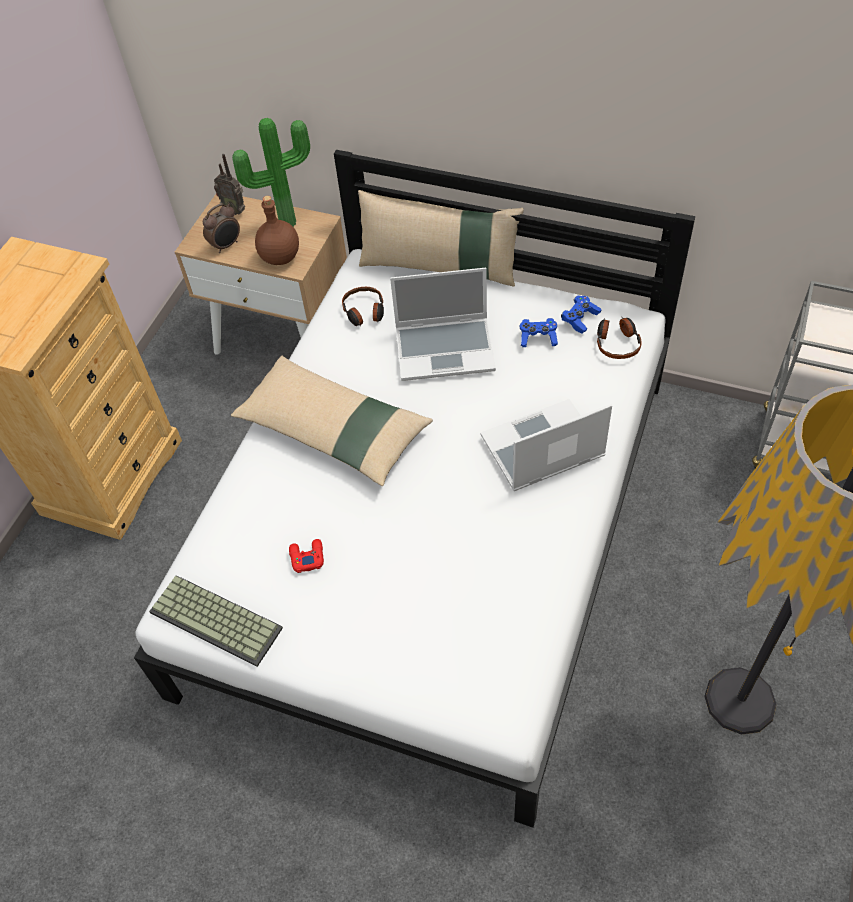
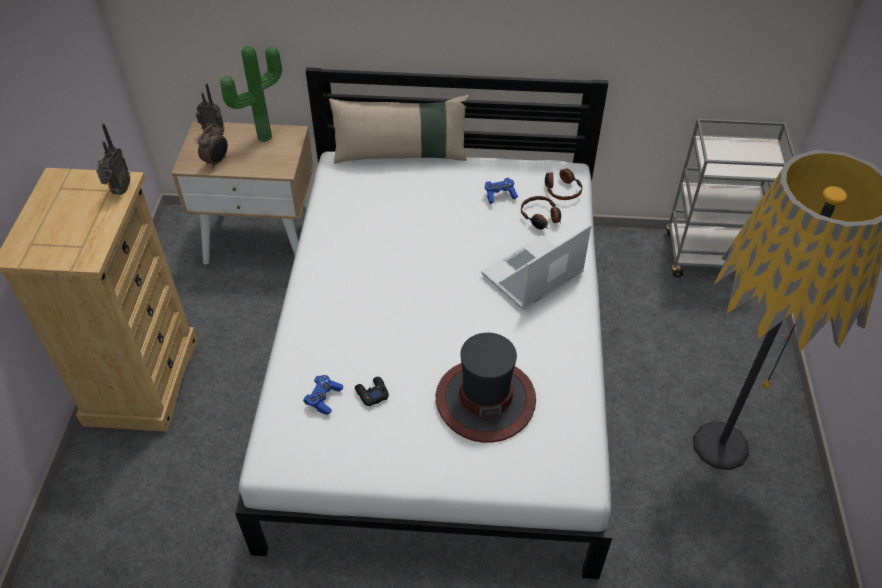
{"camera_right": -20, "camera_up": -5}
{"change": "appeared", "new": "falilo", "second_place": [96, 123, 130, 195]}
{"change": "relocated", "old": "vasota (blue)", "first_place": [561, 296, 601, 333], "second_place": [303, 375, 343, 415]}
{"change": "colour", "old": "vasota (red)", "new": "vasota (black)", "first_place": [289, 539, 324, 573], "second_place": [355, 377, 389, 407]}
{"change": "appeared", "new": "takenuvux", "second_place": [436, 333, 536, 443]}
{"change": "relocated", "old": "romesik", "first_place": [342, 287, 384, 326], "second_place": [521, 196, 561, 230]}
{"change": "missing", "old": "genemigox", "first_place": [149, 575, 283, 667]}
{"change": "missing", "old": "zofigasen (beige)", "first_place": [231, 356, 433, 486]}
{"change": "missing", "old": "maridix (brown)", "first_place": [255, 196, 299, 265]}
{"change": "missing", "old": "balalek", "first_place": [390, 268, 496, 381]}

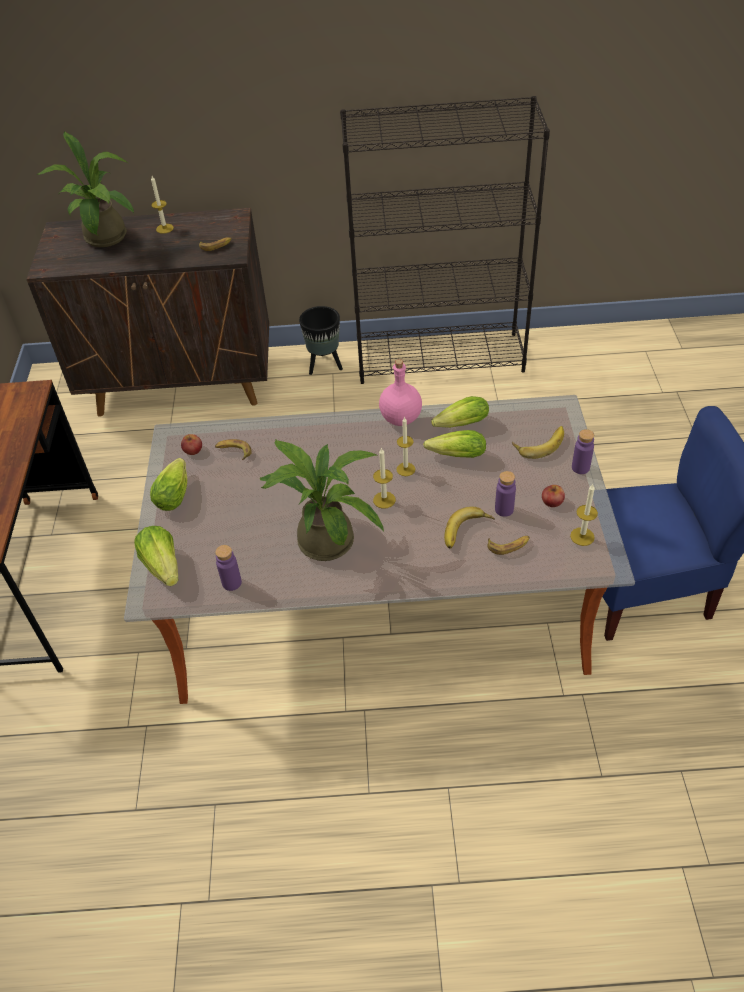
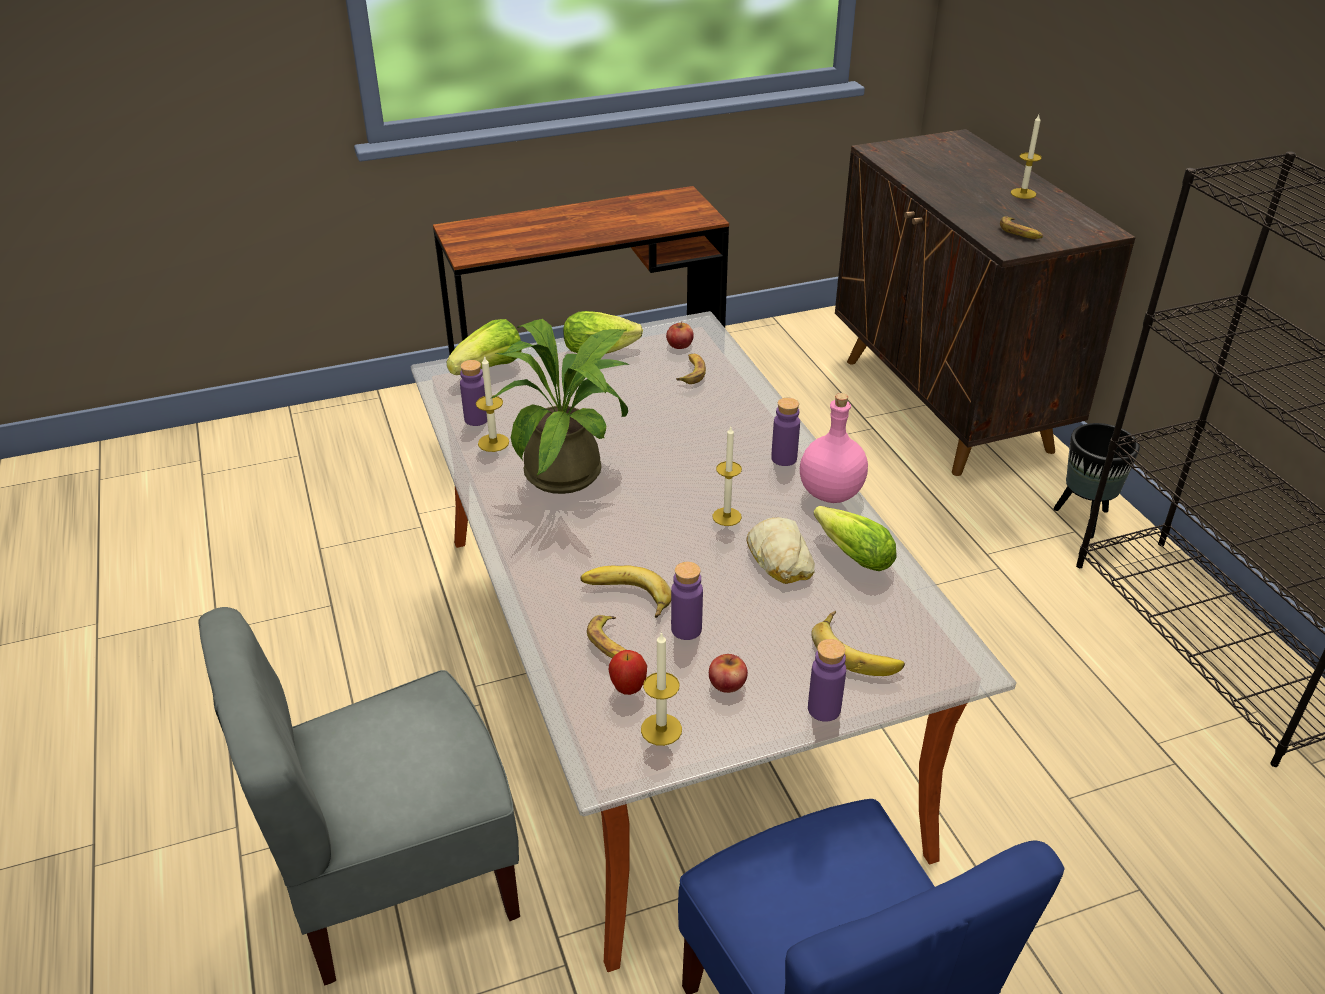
{"camera_right": 70, "camera_up": -10}
{"change": "appeared", "new": "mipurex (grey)", "second_place": [198, 607, 520, 986]}
{"change": "relocated", "old": "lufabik", "first_place": [373, 447, 396, 509], "second_place": [476, 355, 509, 452]}
{"change": "appeared", "new": "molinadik", "second_place": [609, 650, 647, 695]}
{"change": "exchanged", "old": "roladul", "new": "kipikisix", "first_place": [423, 430, 486, 458], "second_place": [746, 517, 815, 584]}
{"change": "appeared", "new": "maridix (purple)", "second_place": [771, 398, 800, 466]}
{"change": "missing", "old": "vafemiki", "first_place": [36, 132, 134, 247]}

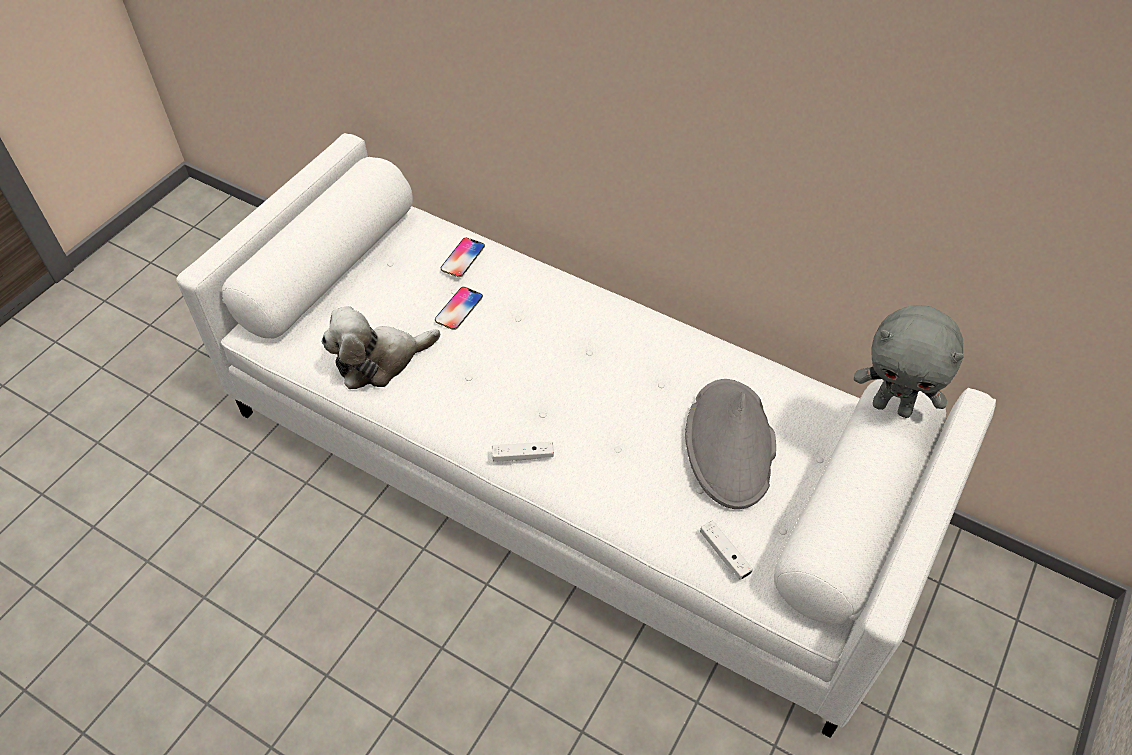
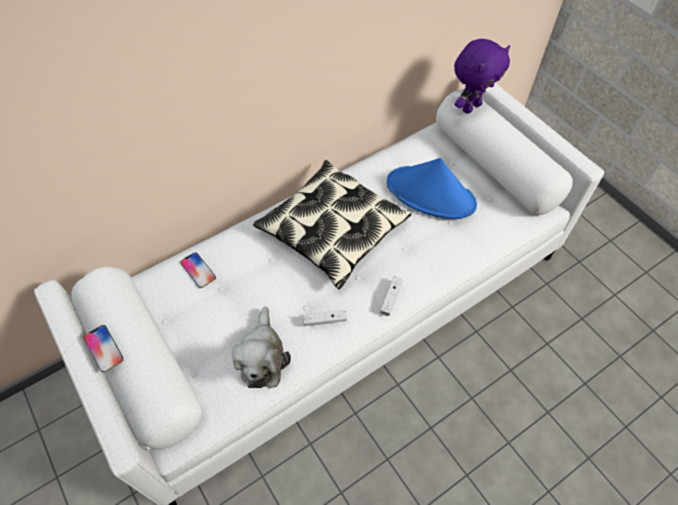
{"camera_right": -65, "camera_up": 5}
{"change": "relocated", "old": "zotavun", "first_place": [435, 287, 483, 330], "second_place": [83, 325, 124, 373]}
{"change": "appeared", "new": "zofigasen", "second_place": [253, 160, 411, 289]}
{"change": "relocated", "old": "vasota (white)", "first_place": [700, 521, 753, 580], "second_place": [303, 310, 347, 326]}
{"change": "colour", "old": "takenuvux (grey)", "new": "takenuvux (blue)", "first_place": [685, 379, 776, 509], "second_place": [387, 158, 477, 219]}
{"change": "colour", "old": "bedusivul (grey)", "new": "bedusivul (purple)", "first_place": [854, 305, 964, 418], "second_place": [454, 39, 510, 114]}

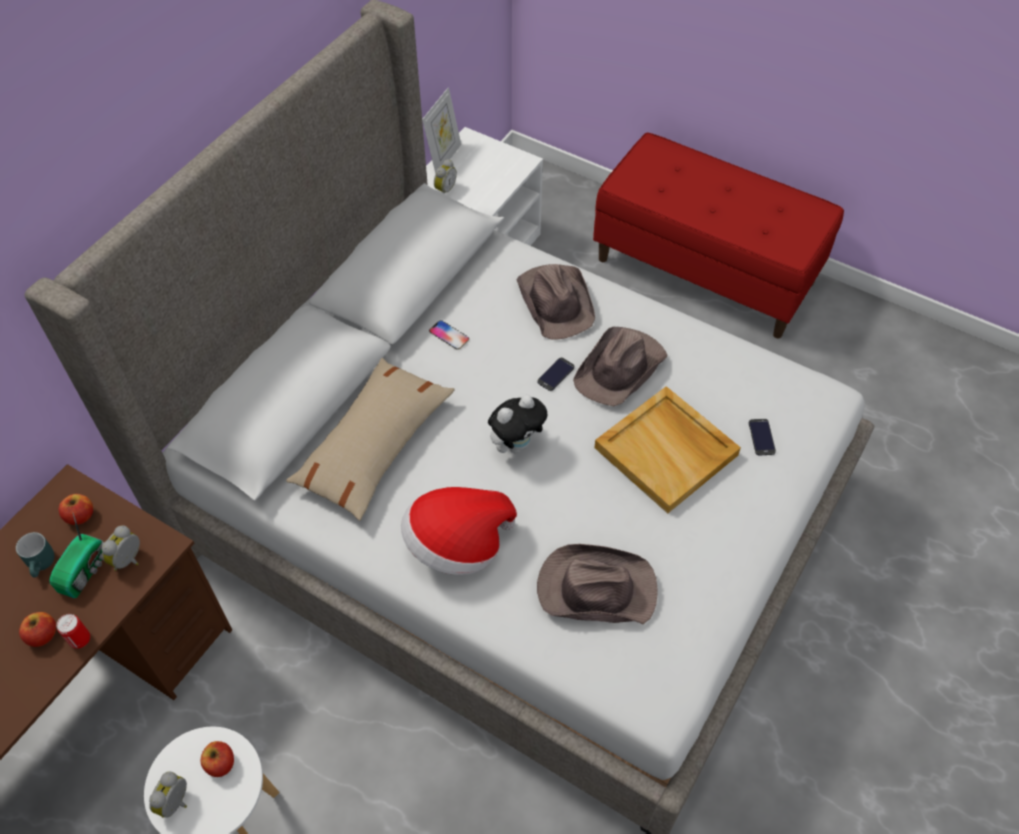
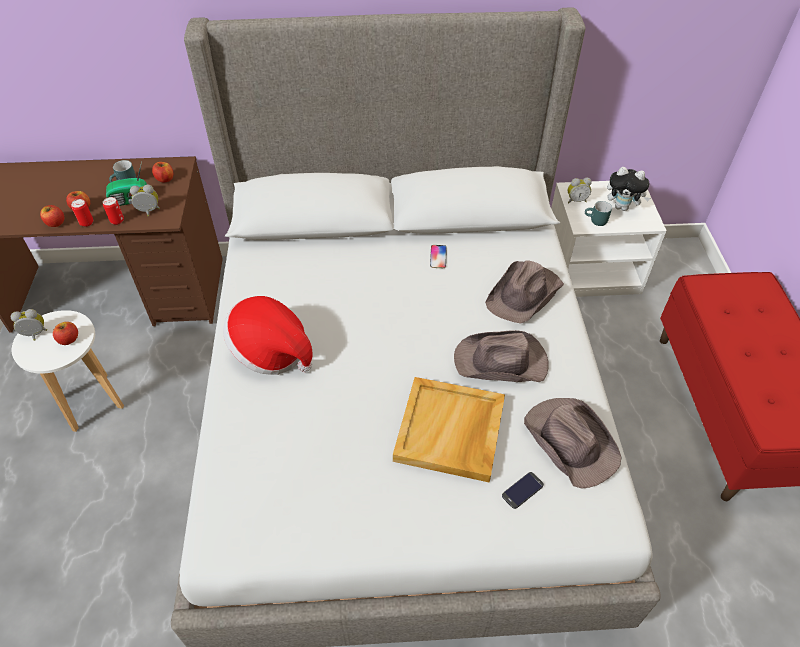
{"camera_right": 55, "camera_up": -5}
{"change": "appeared", "new": "molinadik", "second_place": [40, 205, 64, 227]}
{"change": "appeared", "new": "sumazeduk", "second_place": [103, 197, 124, 225]}
{"change": "relocated", "old": "takenuvux (brown)", "first_place": [537, 544, 657, 624], "second_place": [524, 398, 622, 489]}
{"change": "appeared", "new": "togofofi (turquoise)", "second_place": [585, 201, 612, 226]}
{"change": "relocated", "old": "bedusivul", "first_place": [488, 395, 547, 453], "second_place": [607, 167, 651, 211]}
{"change": "missing", "old": "zofigasen (beige)", "first_place": [286, 358, 454, 521]}
{"change": "missing", "old": "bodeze", "first_place": [422, 87, 461, 172]}
{"change": "missing", "old": "zotavun", "first_place": [537, 357, 575, 391]}

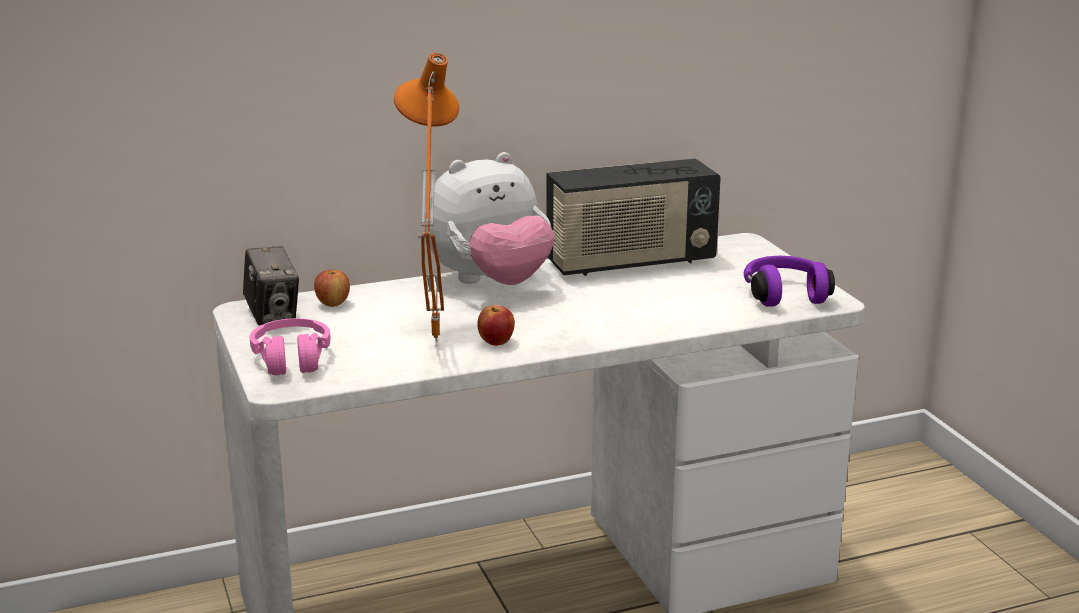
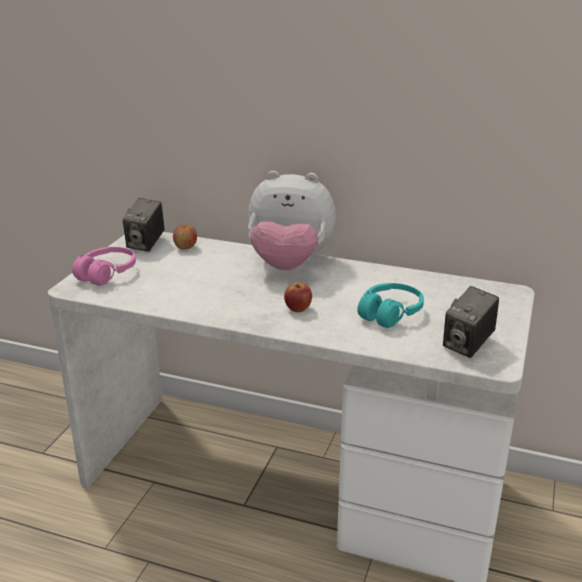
{"camera_right": 40, "camera_up": 5}
{"change": "relocated", "old": "molinadik", "first_place": [478, 305, 515, 346], "second_place": [284, 282, 312, 312]}
{"change": "appeared", "new": "romesik (turquoise)", "second_place": [357, 283, 424, 328]}
{"change": "exchanged", "old": "romesik (purple)", "new": "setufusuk", "first_place": [744, 256, 835, 307], "second_place": [443, 286, 499, 358]}
{"change": "missing", "old": "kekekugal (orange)", "first_place": [394, 53, 459, 344]}
{"change": "missing", "old": "falilo", "first_place": [546, 159, 721, 276]}

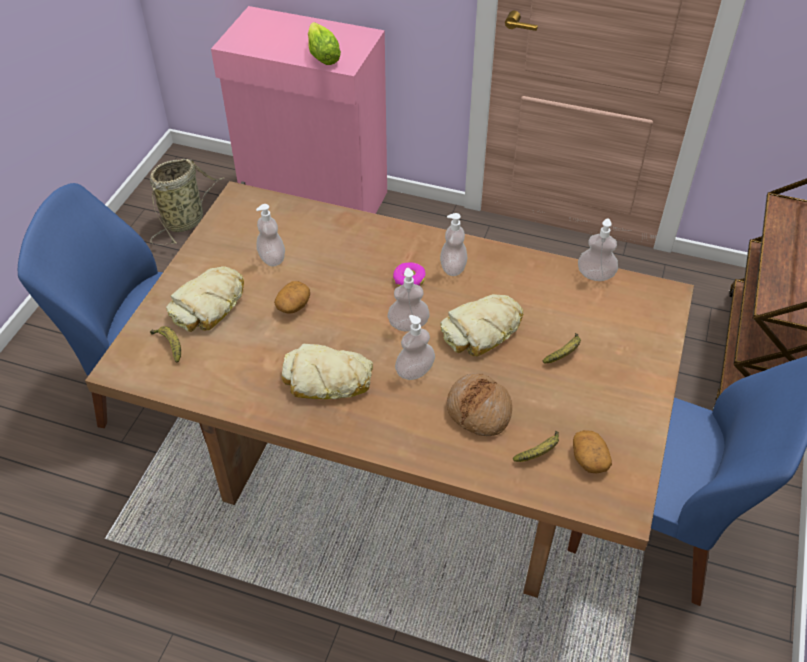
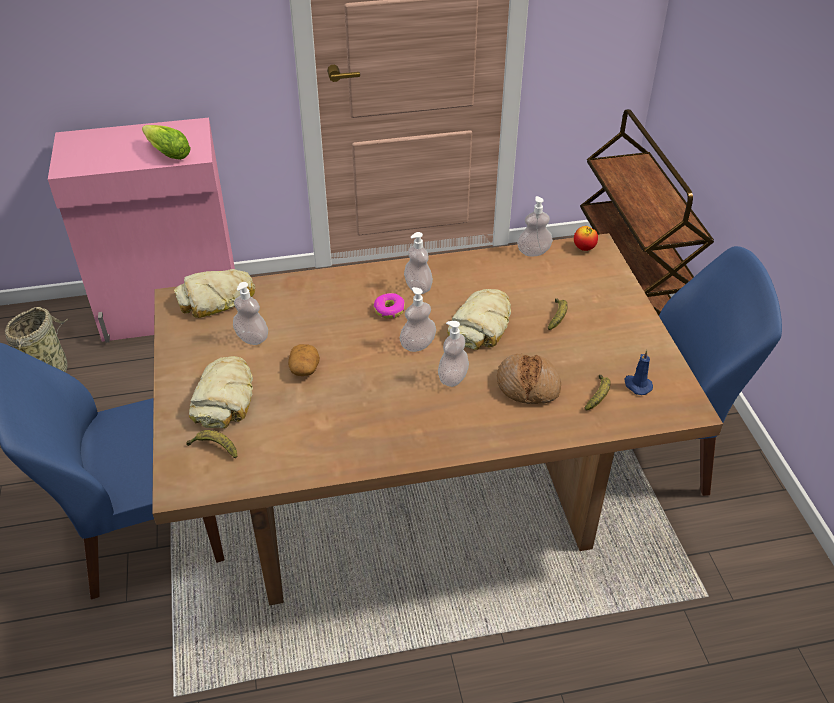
{"camera_right": -30, "camera_up": -5}
{"change": "relocated", "old": "kipikisix", "first_place": [282, 344, 373, 399], "second_place": [174, 269, 255, 318]}
{"change": "appeared", "new": "molinadik", "second_place": [574, 226, 598, 251]}
{"change": "exchanged", "old": "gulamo", "new": "lufabik (blue)", "first_place": [573, 430, 612, 474], "second_place": [625, 350, 653, 395]}

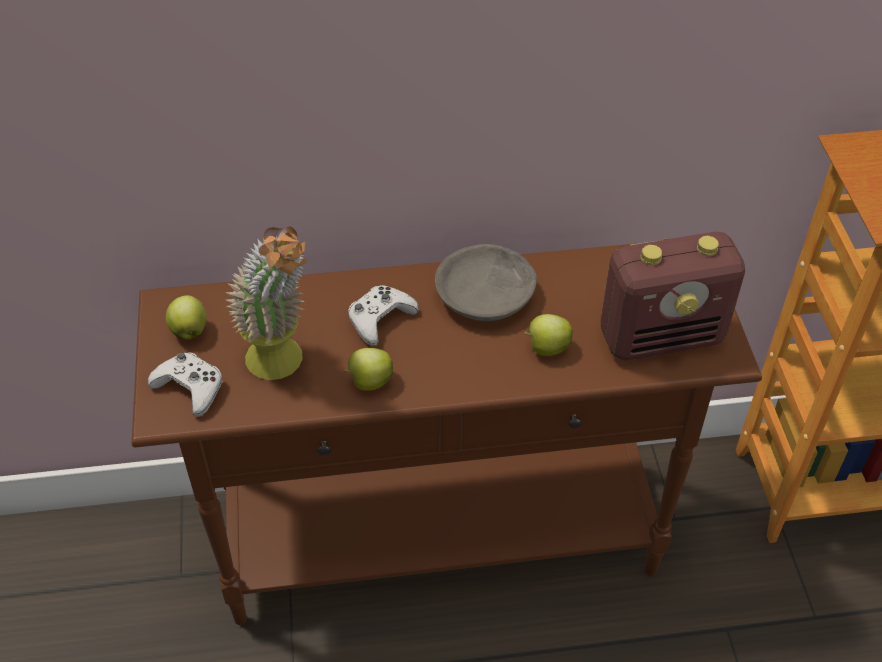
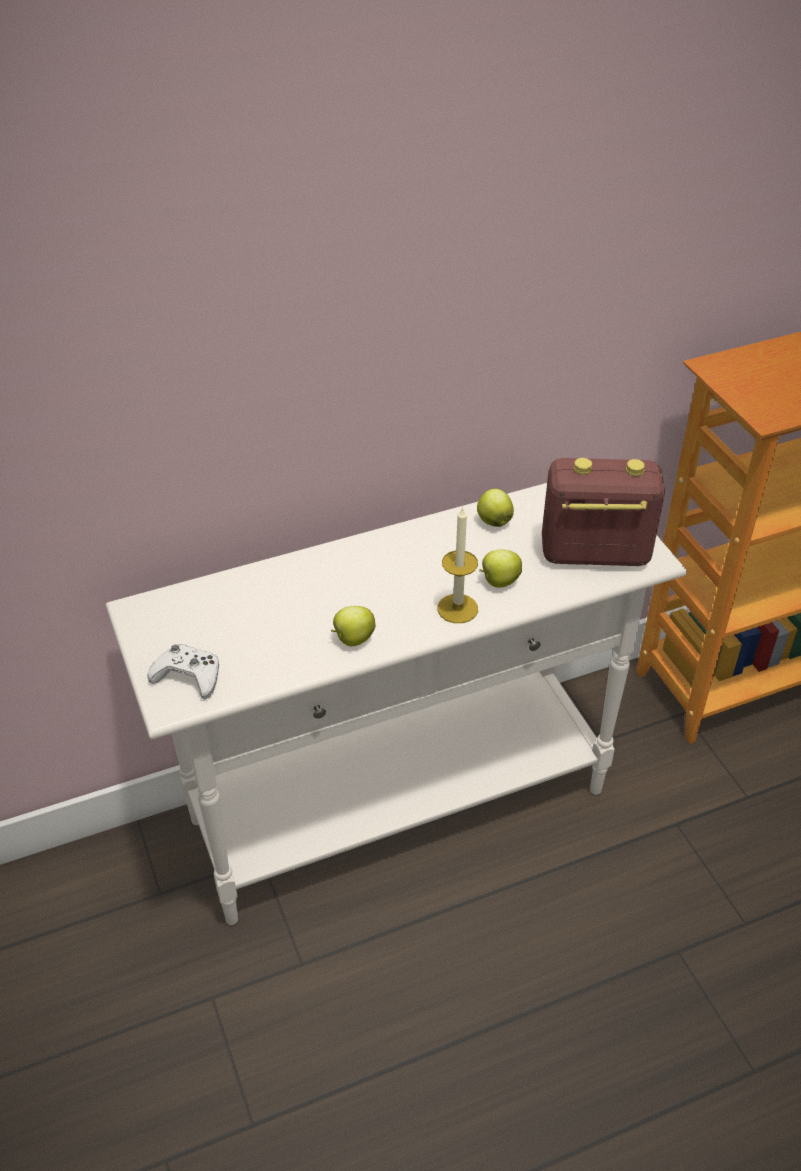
{"camera_right": -15, "camera_up": -5}
{"change": "colour", "old": "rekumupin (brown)", "new": "rekumupin (white)", "first_place": [131, 243, 762, 625], "second_place": [106, 483, 687, 925]}
{"change": "appeared", "new": "lufabik", "second_place": [438, 506, 478, 623]}
{"change": "relocated", "old": "molinadik", "first_place": [166, 295, 207, 340], "second_place": [477, 489, 514, 527]}
{"change": "spun", "old": "falilo", "first_place": [600, 232, 745, 360], "second_place": [542, 458, 665, 566], "degrees": -150}
{"change": "missing", "old": "vafemiki", "first_place": [225, 226, 307, 380]}
{"change": "missing", "old": "vasota (white)", "first_place": [348, 285, 419, 346]}
{"change": "missing", "old": "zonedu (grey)", "first_place": [435, 244, 537, 321]}

